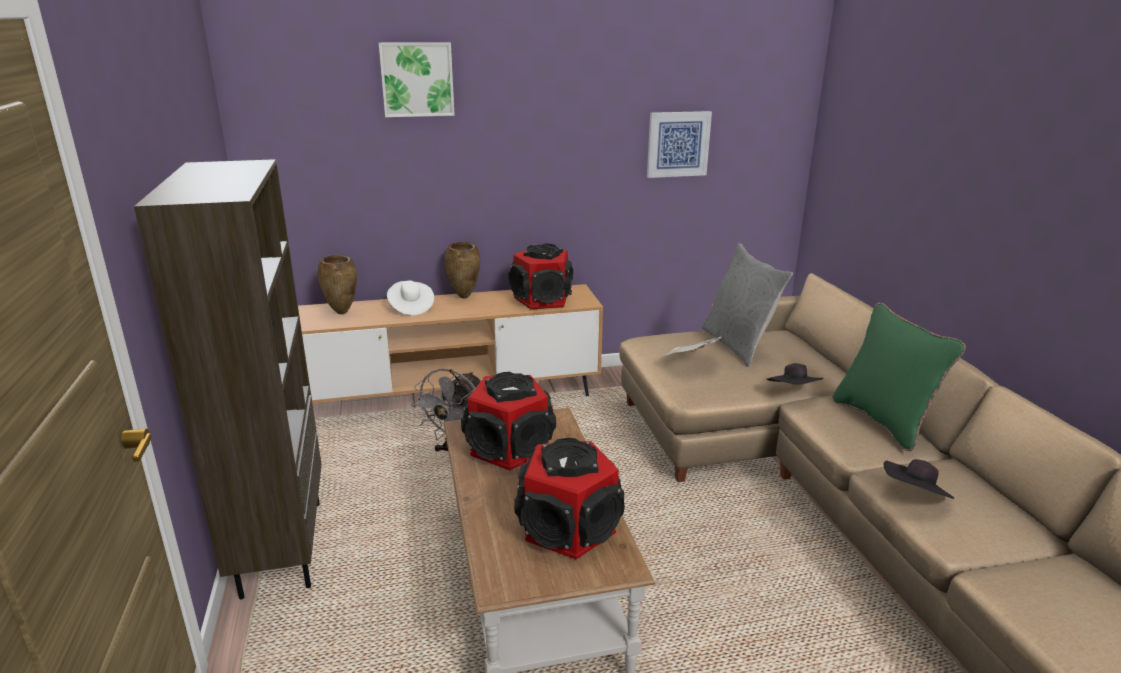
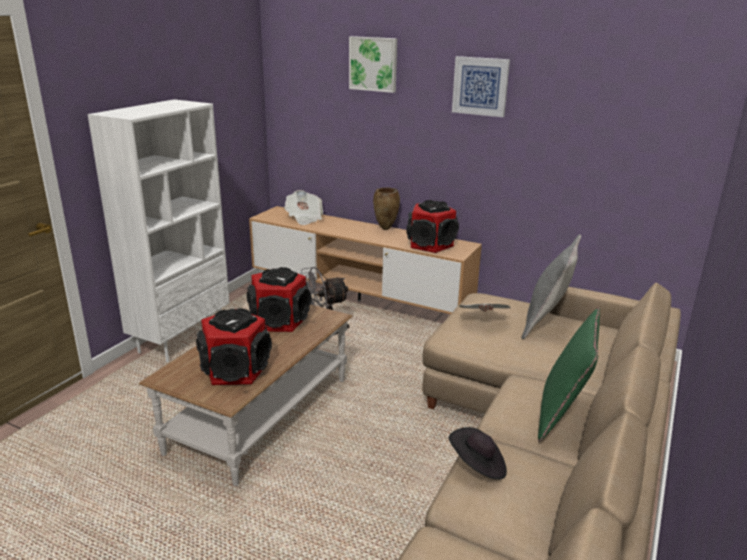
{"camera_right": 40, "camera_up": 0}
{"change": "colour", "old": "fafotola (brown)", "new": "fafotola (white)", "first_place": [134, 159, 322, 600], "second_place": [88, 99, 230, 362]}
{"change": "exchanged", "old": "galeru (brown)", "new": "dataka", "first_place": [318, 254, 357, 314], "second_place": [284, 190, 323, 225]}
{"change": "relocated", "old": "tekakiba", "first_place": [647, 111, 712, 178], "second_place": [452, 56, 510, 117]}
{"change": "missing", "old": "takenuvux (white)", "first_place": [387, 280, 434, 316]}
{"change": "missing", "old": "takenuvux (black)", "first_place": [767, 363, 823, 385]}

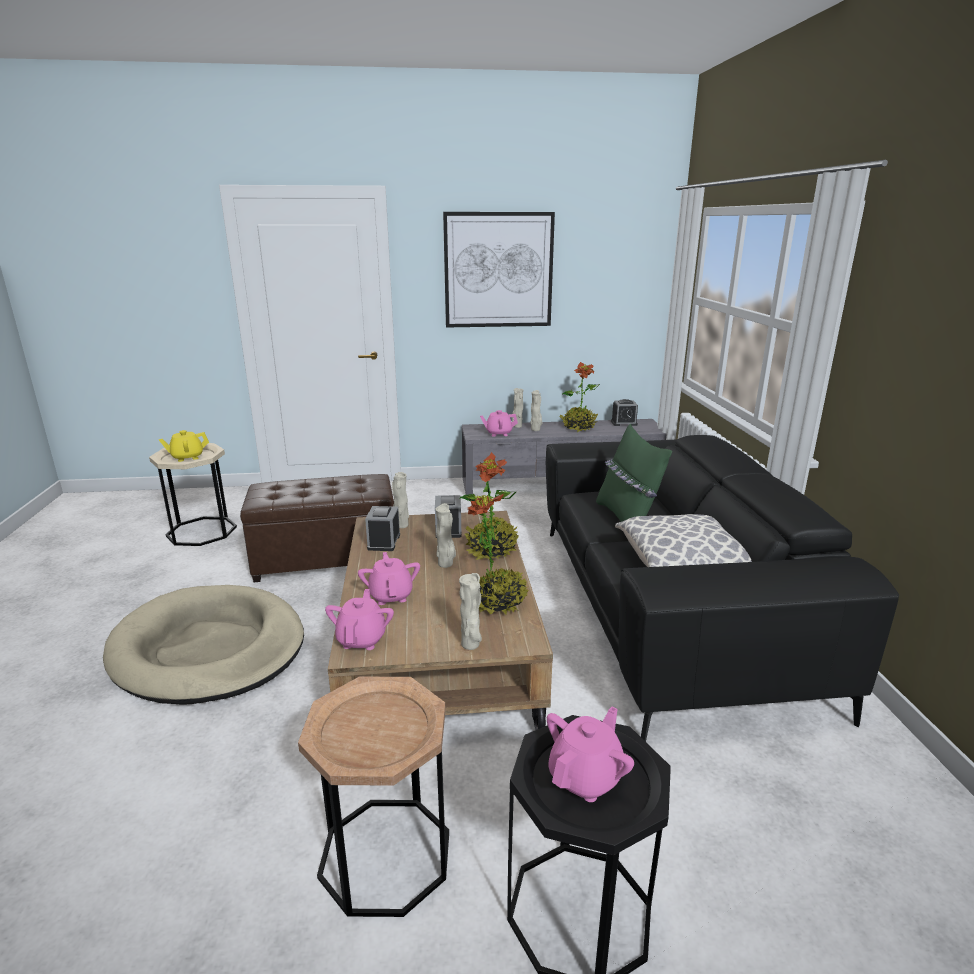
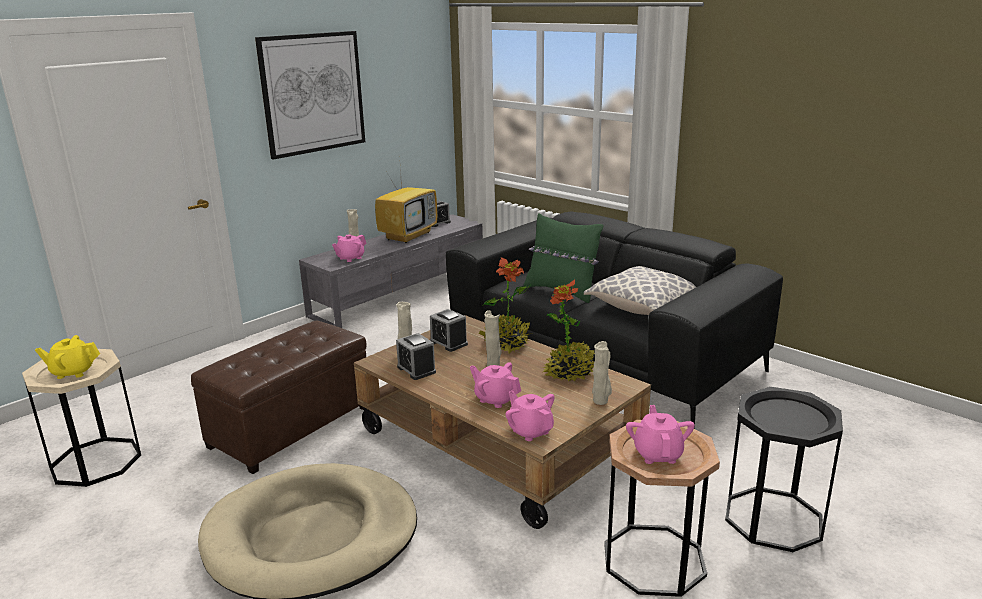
{"camera_right": -40, "camera_up": 0}
{"change": "spun", "old": "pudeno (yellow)", "first_place": [159, 430, 209, 462], "second_place": [35, 335, 100, 379], "degrees": 60}
{"change": "exchanged", "old": "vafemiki", "new": "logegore", "first_place": [560, 362, 600, 432], "second_place": [375, 168, 437, 243]}
{"change": "relocated", "old": "pudeno (pink)", "first_place": [547, 707, 634, 802], "second_place": [626, 405, 695, 464]}
{"change": "missing", "old": "galeru (beige)", "first_place": [530, 390, 542, 431]}

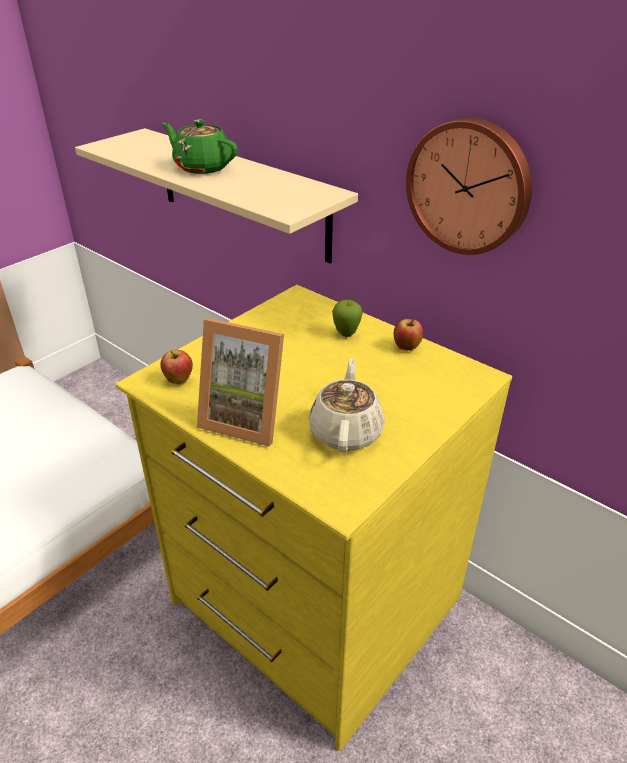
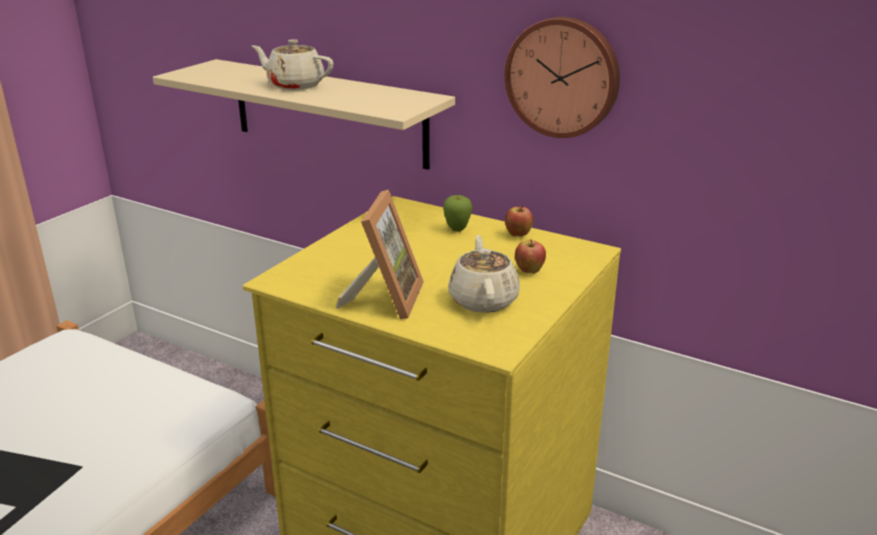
{"camera_right": -10, "camera_up": -10}
{"change": "colour", "old": "pudeno (green)", "new": "pudeno (beige)", "first_place": [162, 119, 237, 174], "second_place": [252, 39, 334, 90]}
{"change": "spun", "old": "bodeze", "first_place": [197, 318, 284, 446], "second_place": [336, 190, 424, 320], "degrees": -90}
{"change": "relocated", "old": "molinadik", "first_place": [160, 350, 193, 384], "second_place": [515, 239, 546, 274]}

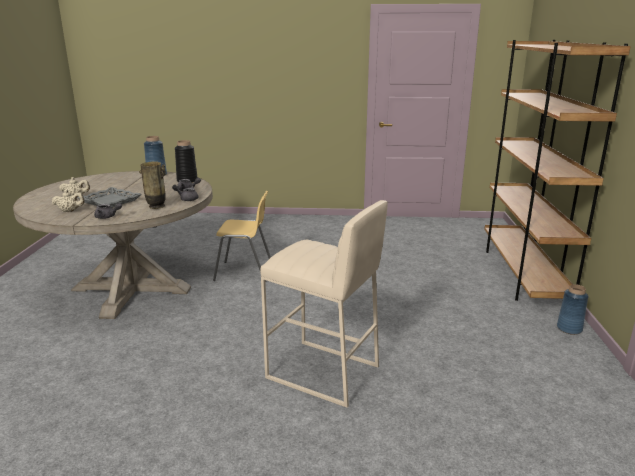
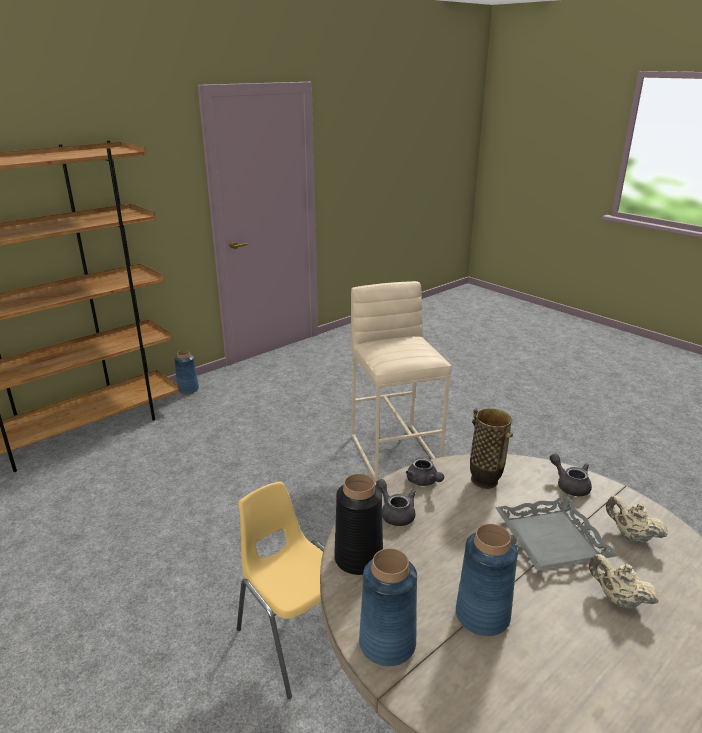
{"camera_right": -135, "camera_up": 5}
{"change": "appeared", "new": "galeru (blue)", "second_place": [456, 524, 518, 636]}

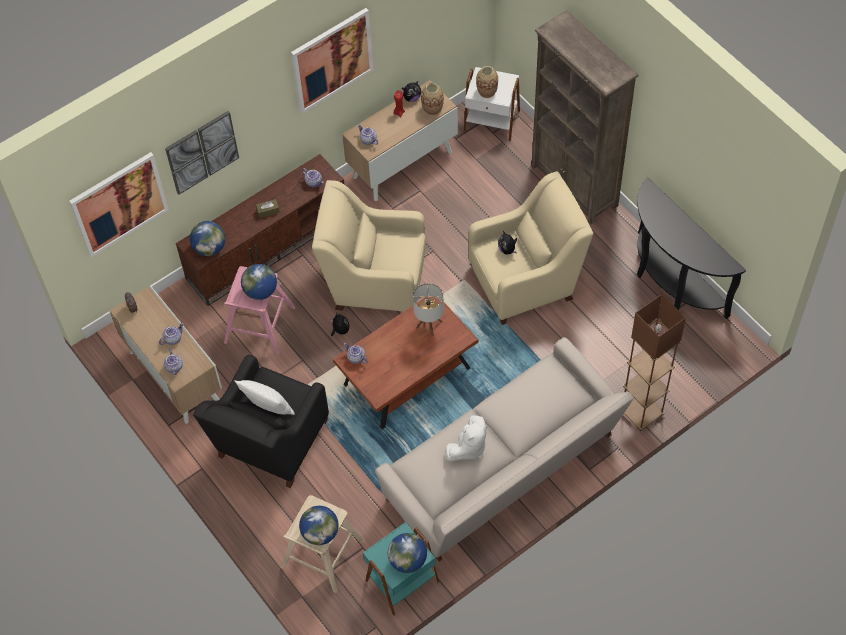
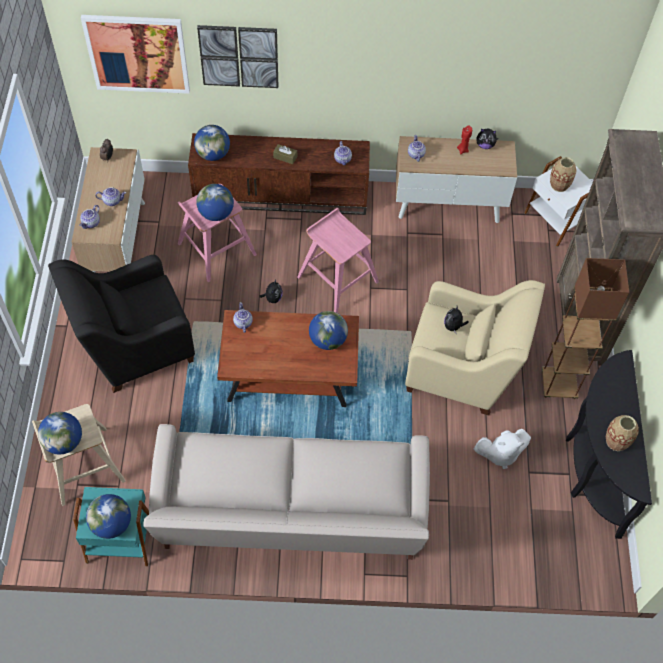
{"camera_right": 35, "camera_up": 0}
{"change": "exchanged", "old": "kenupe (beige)", "new": "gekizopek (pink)", "first_place": [312, 180, 426, 311], "second_place": [297, 208, 379, 313]}
{"change": "exchanged", "old": "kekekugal", "new": "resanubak", "first_place": [413, 283, 444, 336], "second_place": [309, 311, 348, 350]}
{"change": "relocated", "old": "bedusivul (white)", "first_place": [445, 415, 487, 461], "second_place": [474, 429, 531, 469]}
{"change": "relocated", "old": "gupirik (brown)", "first_place": [623, 294, 686, 431], "second_place": [542, 258, 629, 399]}
{"change": "relocated", "old": "galeru", "first_place": [421, 83, 444, 116], "second_place": [606, 415, 639, 451]}
{"change": "missing", "old": "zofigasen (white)", "first_place": [234, 380, 295, 415]}
{"change": "missing", "old": "tekakiba", "first_place": [291, 8, 374, 114]}

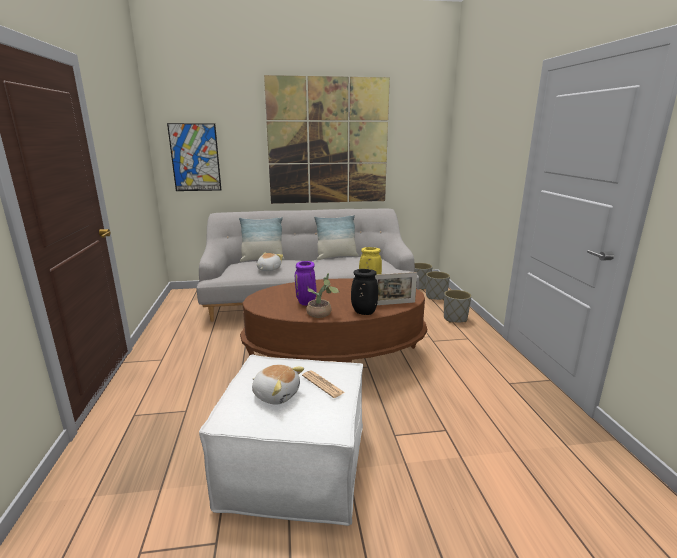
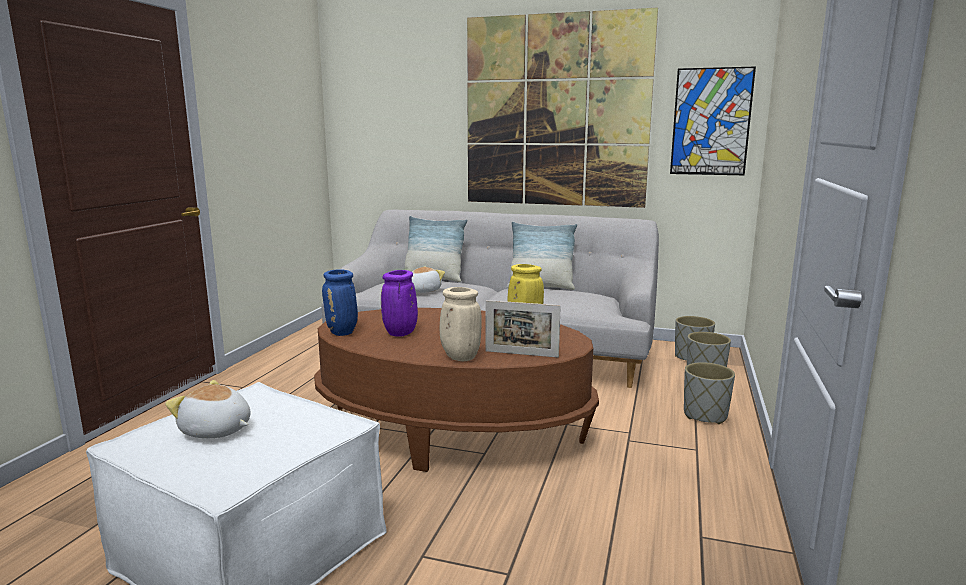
{"camera_right": 25, "camera_up": -5}
{"change": "spun", "old": "bedusivul", "first_place": [252, 365, 304, 405], "second_place": [165, 380, 251, 438], "degrees": 150}
{"change": "appeared", "new": "galeru (blue)", "second_place": [322, 269, 358, 336]}
{"change": "colour", "old": "galeru (black)", "new": "galeru (beige)", "first_place": [351, 269, 378, 315], "second_place": [440, 287, 482, 361]}
{"change": "relocated", "old": "tekakiba", "first_place": [167, 123, 221, 191], "second_place": [670, 66, 756, 175]}
{"change": "missing", "old": "dataka", "first_place": [302, 370, 345, 398]}
{"change": "missing", "old": "vafemiki", "first_place": [306, 273, 339, 318]}

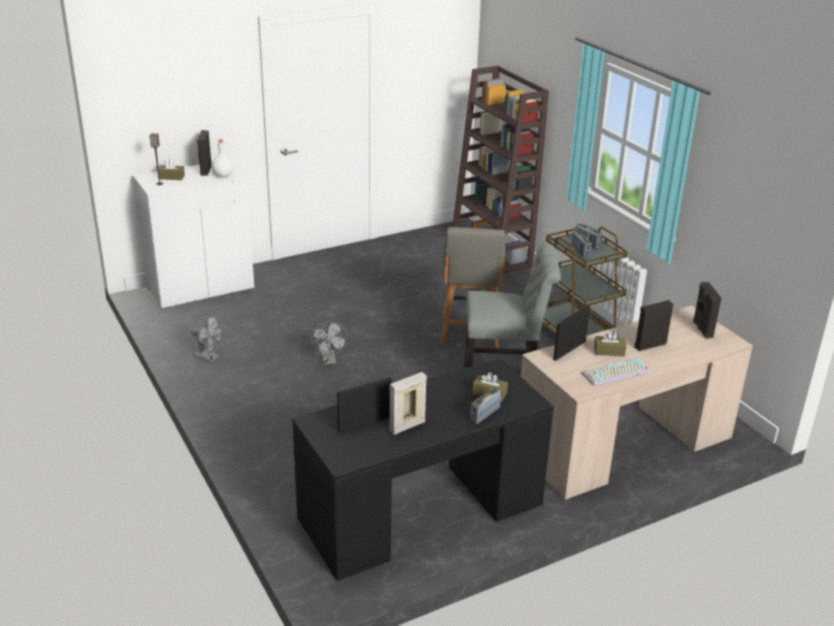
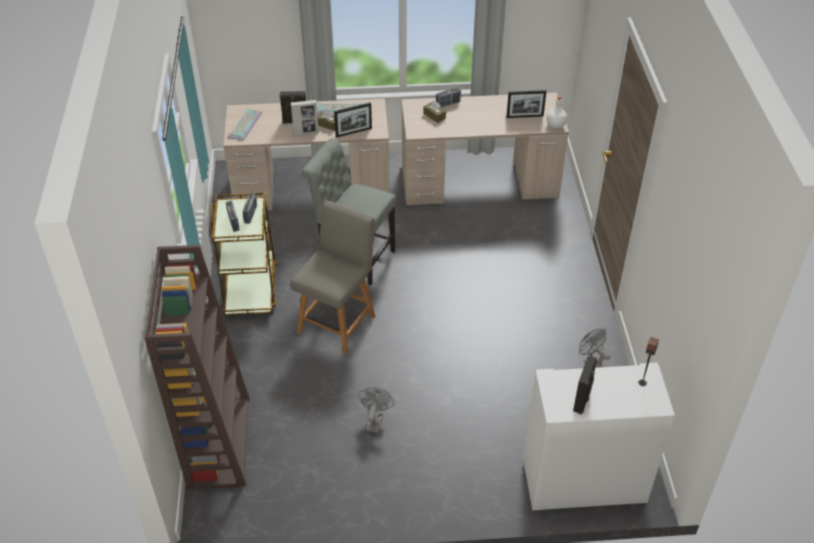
{"camera_right": -155, "camera_up": 15}
{"change": "exchanged", "old": "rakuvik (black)", "new": "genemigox", "first_place": [693, 282, 721, 339], "second_place": [228, 108, 262, 141]}
{"change": "relocated", "old": "bodeze", "first_place": [390, 372, 427, 435], "second_place": [291, 100, 319, 136]}
{"change": "relocated", "old": "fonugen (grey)", "first_place": [310, 321, 347, 365], "second_place": [358, 387, 395, 433]}
{"change": "colour", "old": "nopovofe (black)", "new": "nopovofe (beige)", "first_place": [292, 358, 554, 581], "second_place": [402, 93, 569, 205]}
{"change": "relocated", "old": "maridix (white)", "first_place": [211, 139, 234, 177], "second_place": [547, 96, 567, 129]}
{"change": "missing", "old": "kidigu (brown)", "first_place": [158, 158, 185, 180]}

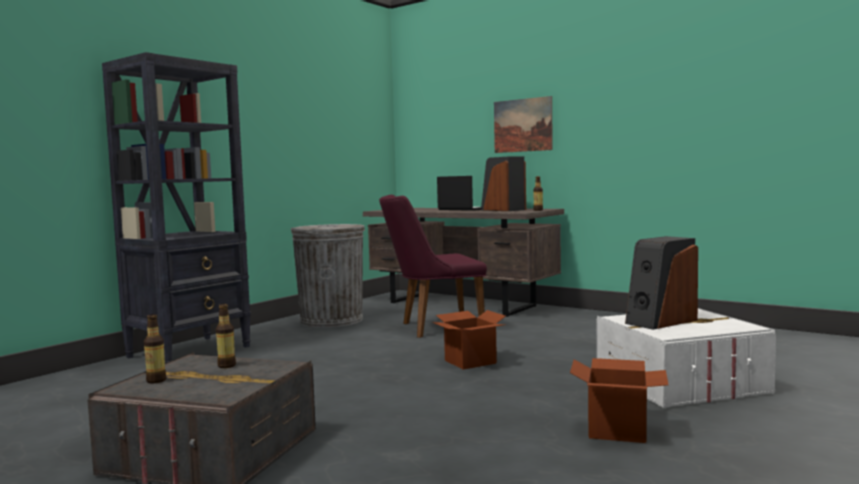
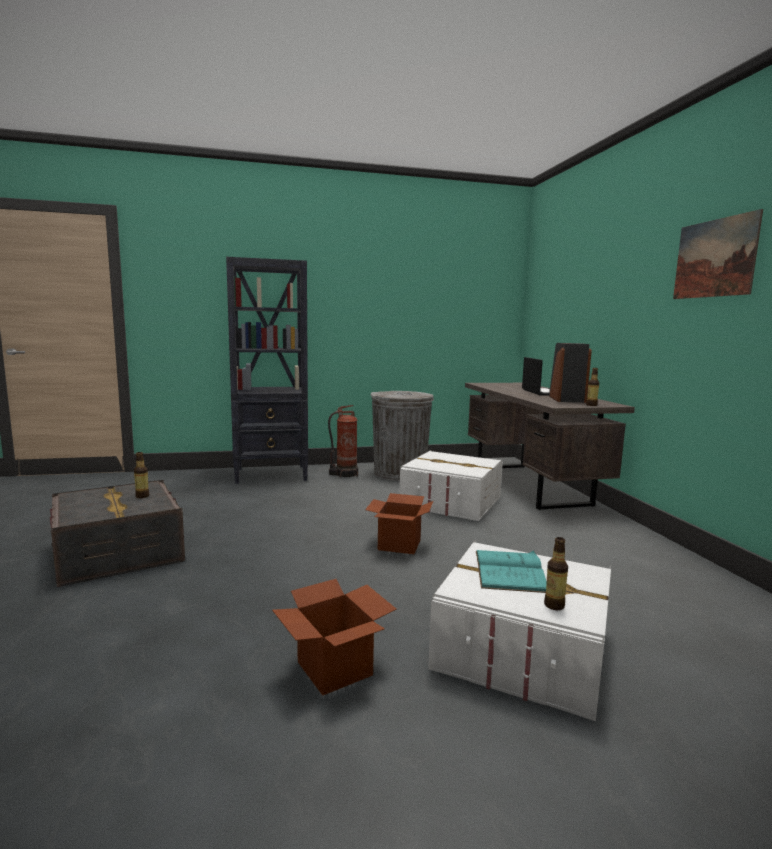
{"camera_right": 40, "camera_up": 5}
{"change": "appeared", "new": "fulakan", "second_place": [328, 405, 358, 477]}
{"change": "exchanged", "old": "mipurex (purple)", "new": "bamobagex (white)", "first_place": [379, 195, 487, 338], "second_place": [400, 450, 503, 521]}
{"change": "exchanged", "old": "rakuvik", "new": "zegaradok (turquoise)", "first_place": [625, 236, 698, 330], "second_place": [476, 550, 547, 593]}
{"change": "relocated", "old": "maridix", "first_place": [144, 314, 167, 383], "second_place": [544, 537, 568, 610]}
{"change": "relocated", "old": "tekakiba", "first_place": [494, 96, 553, 153], "second_place": [673, 209, 763, 299]}

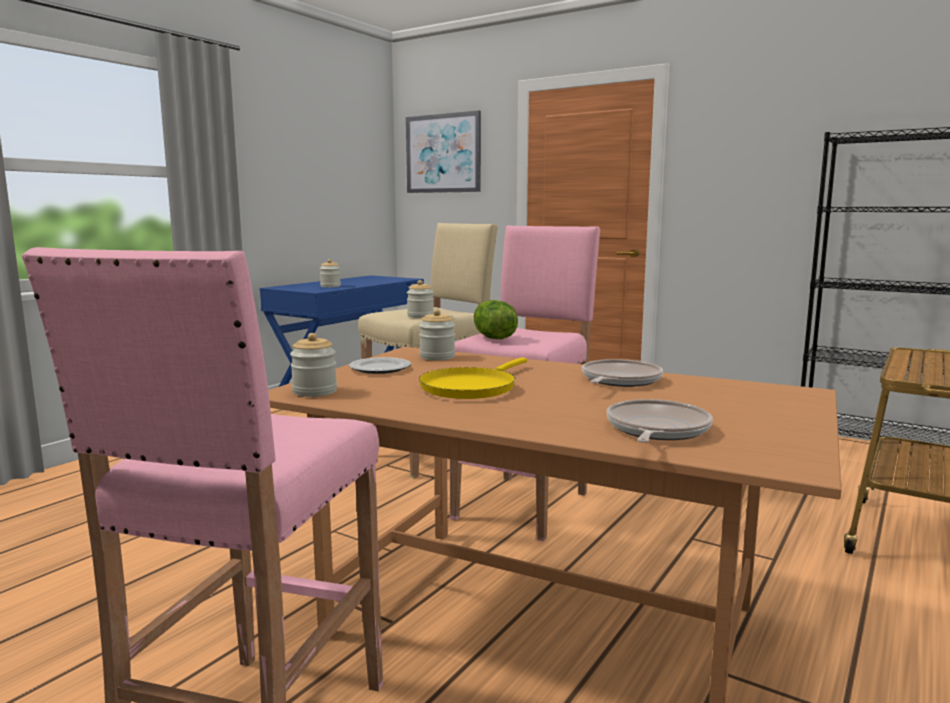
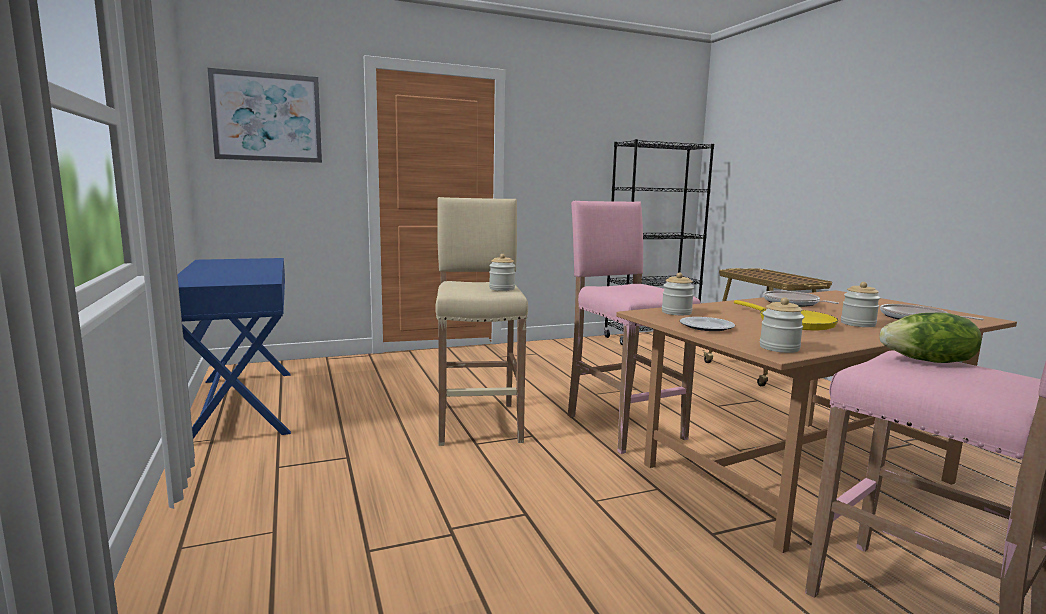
{"camera_right": -55, "camera_up": 0}
{"change": "relocated", "old": "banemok", "first_place": [320, 259, 341, 287], "second_place": [841, 282, 880, 327]}
{"change": "relocated", "old": "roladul", "first_place": [474, 300, 518, 339], "second_place": [880, 313, 982, 363]}

